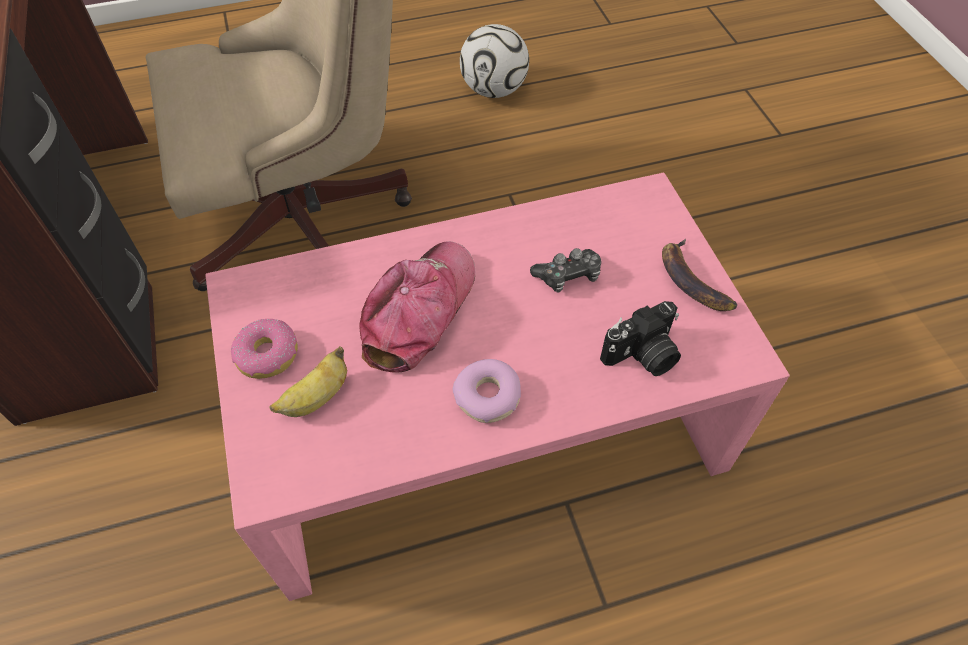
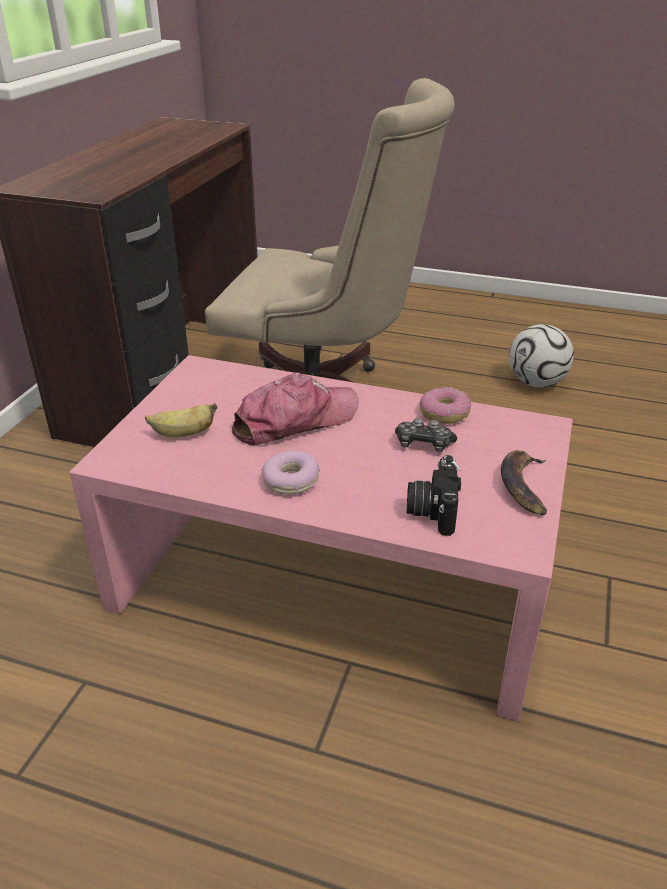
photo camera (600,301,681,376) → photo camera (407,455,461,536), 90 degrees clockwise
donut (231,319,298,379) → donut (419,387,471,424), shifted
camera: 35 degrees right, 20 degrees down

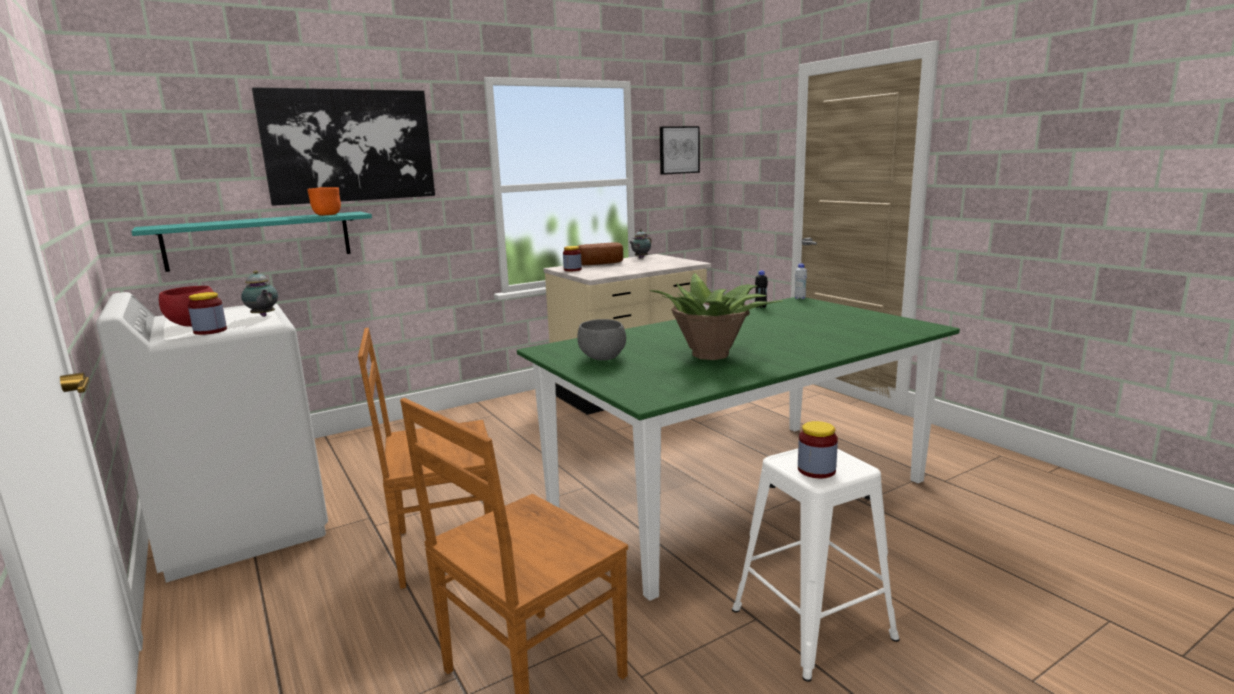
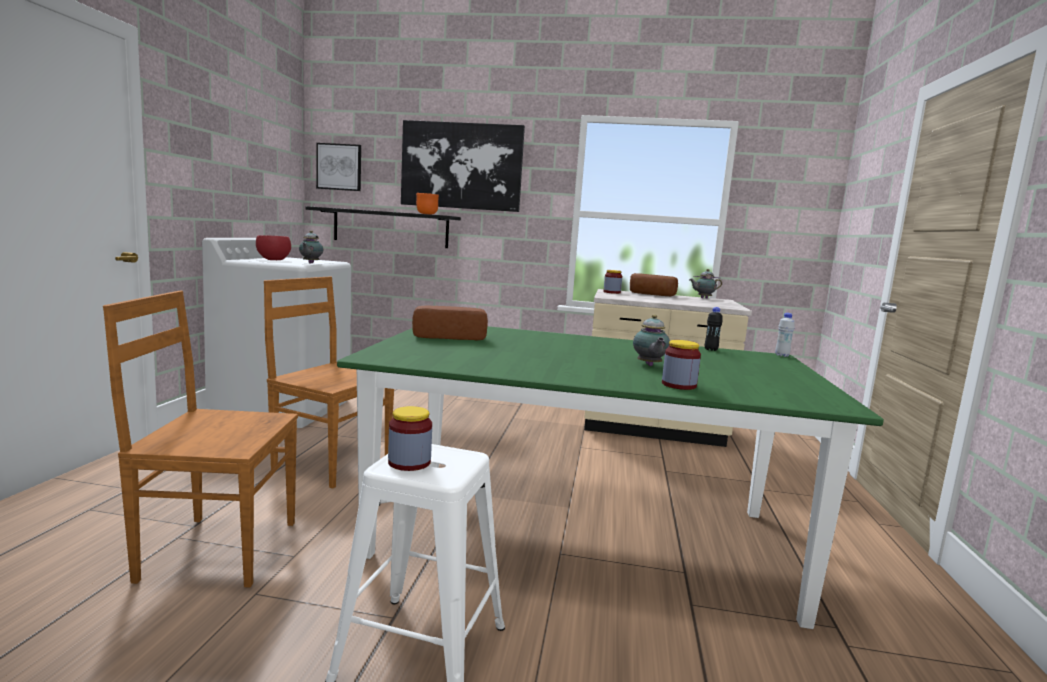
picture (660,126,700,175) → picture (316,143,361,191), shifted
shelf/turquoise (131,212,372,272) → shelf/black (305,206,461,248)
potted plant (650,273,783,360) → -
jar (188,292,227,335) → jar (662,340,701,390), shifted
bowl/grey (577,319,626,360) → bread (412,305,488,340)
- → teapot (633,315,670,366)
camera: 40 degrees right, 5 degrees down

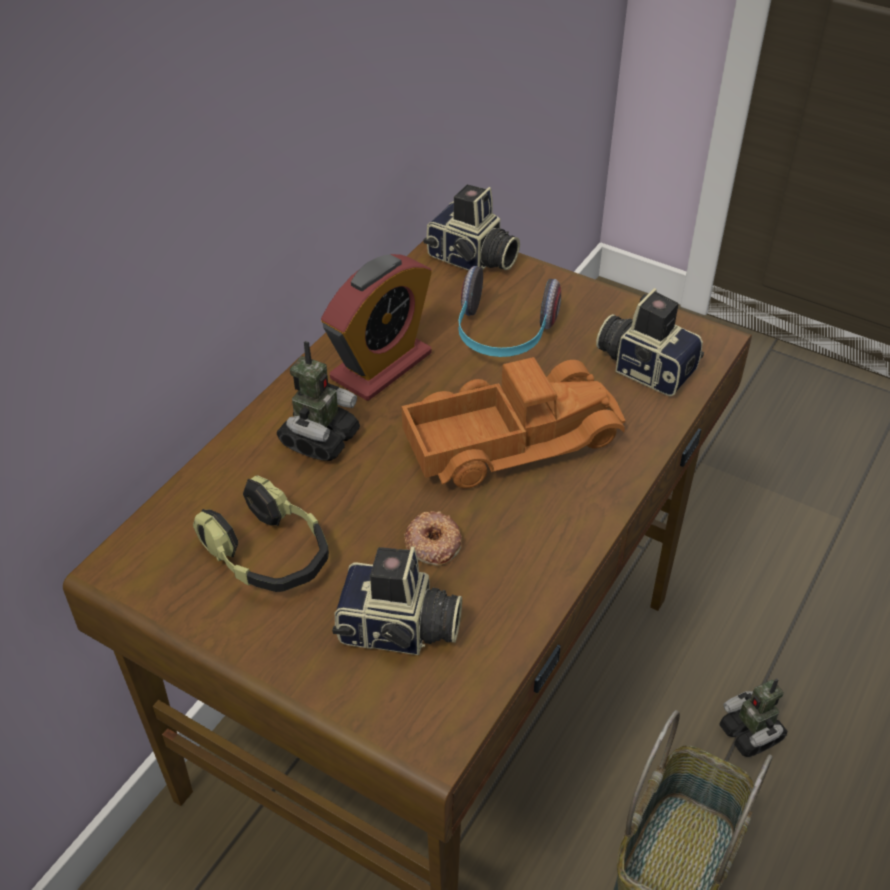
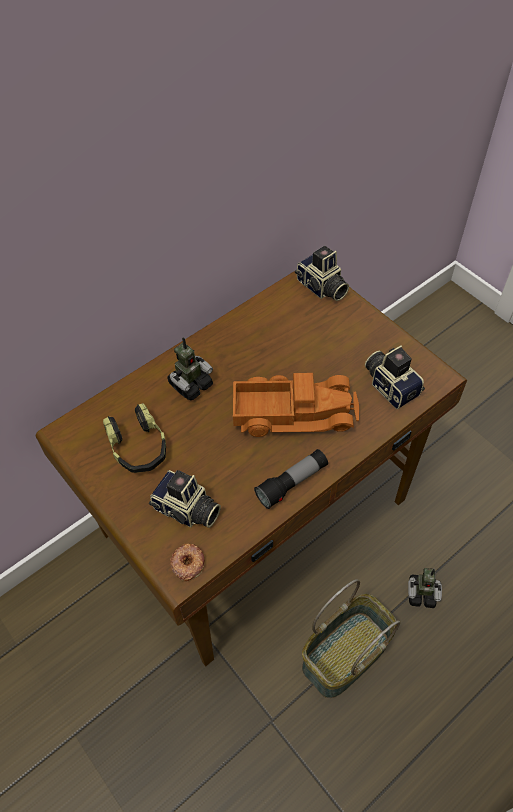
alarm clock (321,254,432,401) → -
headphones (458,266,561,357) → -
donut (404,511,462,566) → donut (170,543,205,581), shifted
toy robot (720,679,787,757) → toy robot (408,568,442,608), 75 degrees counterclockwise
- → flashlight (254,449,328,509)
camera: 20 degrees right, 10 degrees up

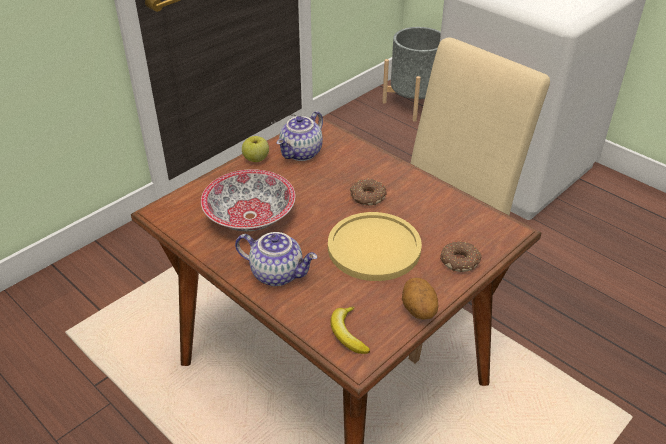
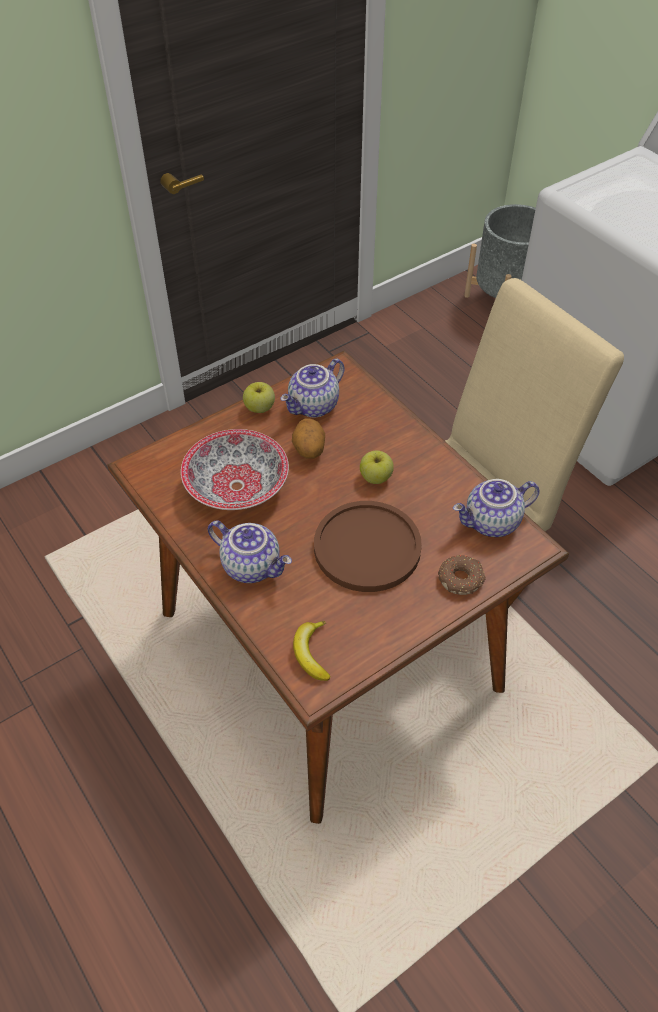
donut (350,178,387,206) → apple (360,451,394,484)
plate/yellow (328,212,422,281) → plate/brown (314,501,422,592)
potato (402,278,439,320) → potato (292,418,325,458), shifted
- → teapot (453,479,539,537)
camera: 10 degrees right, 10 degrees up

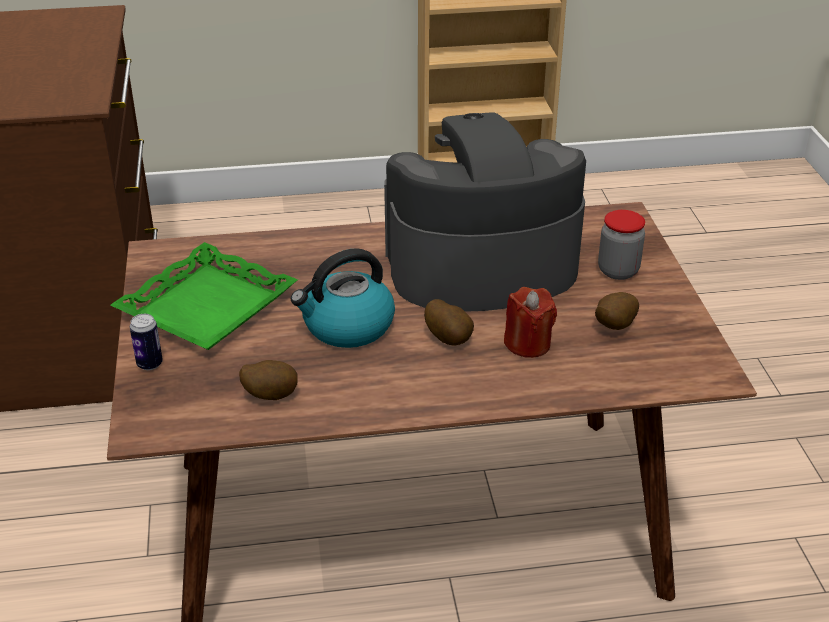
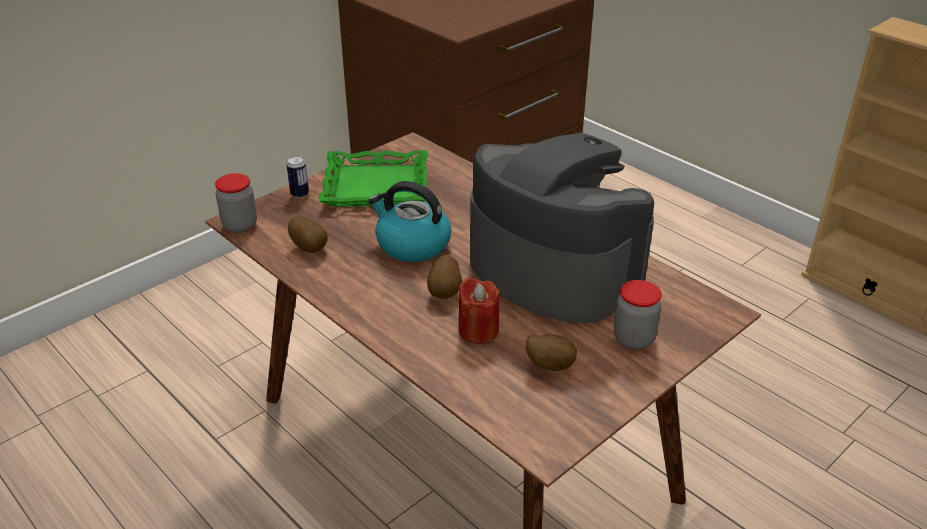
- → jar (215,173,257,233)
camera: 55 degrees right, 0 degrees up

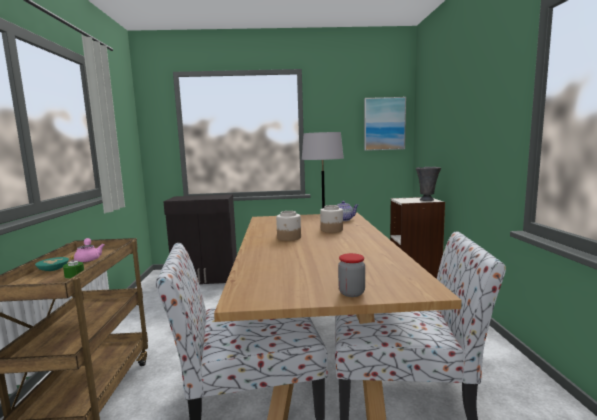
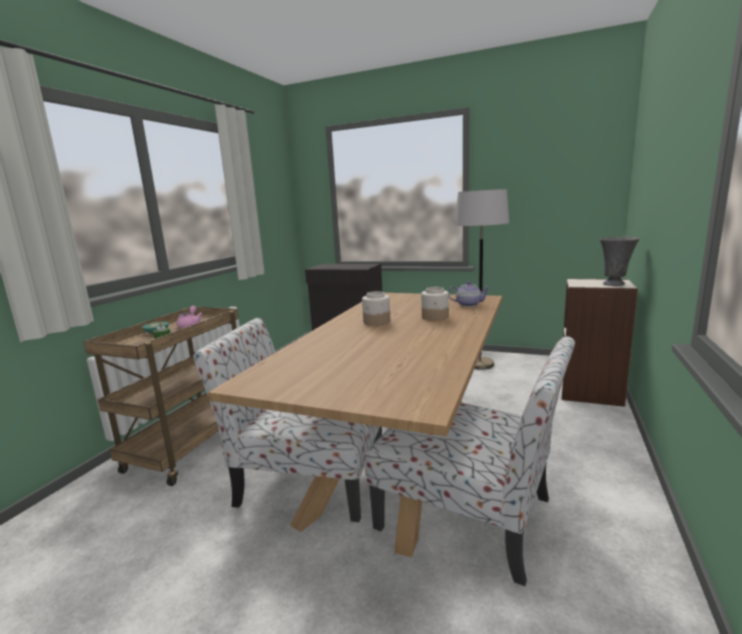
picture (364,97,406,151) → -
jar (338,253,365,297) → -
camera: 25 degrees right, 5 degrees up

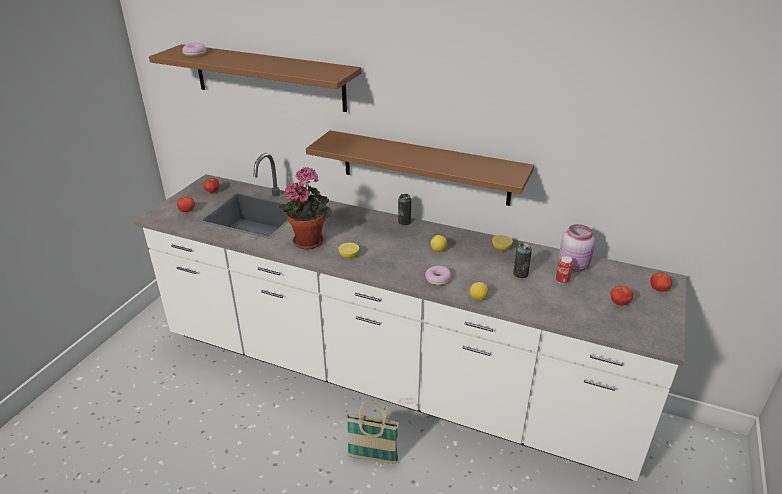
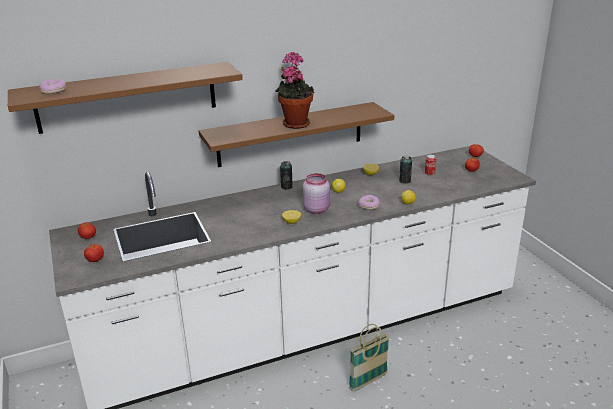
potted plant (279,167,332,250) → potted plant (276,52,314,129), shifted
jar/pink (559,224,595,271) → jar/pink (303,173,330,214), shifted
camera: 45 degrees left, 5 degrees down

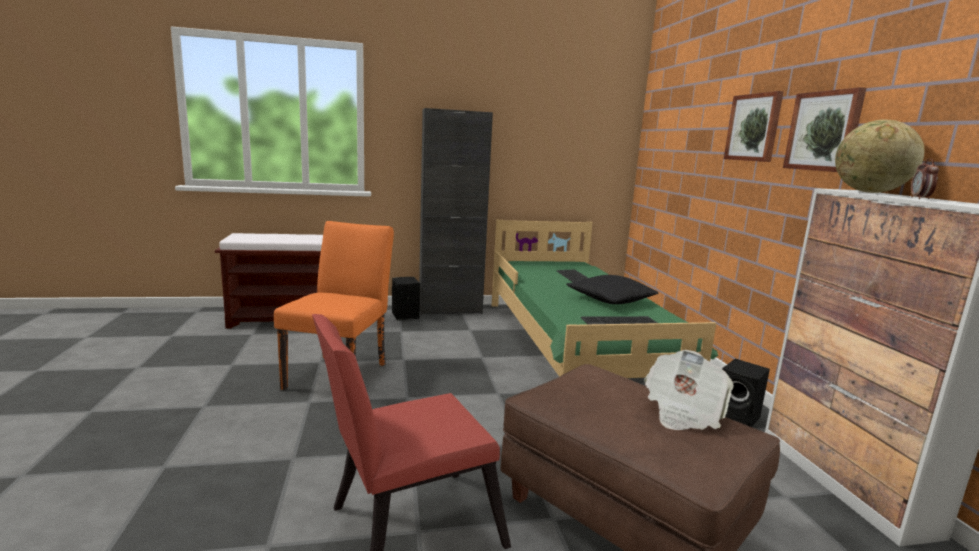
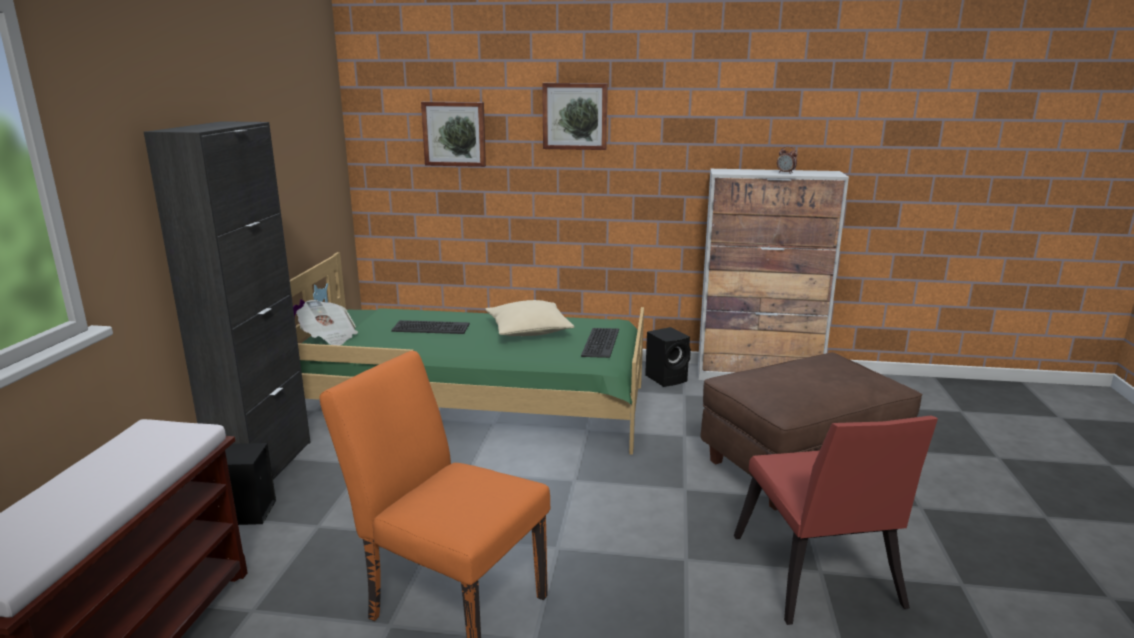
picture (783,87,866,172) → picture (421,102,486,167), shifted
globe (835,119,924,193) → -
pillow/black (567,275,659,304) → pillow/beige (485,300,574,336)
newspaper (644,350,734,430) → newspaper (296,300,358,345), shifted
camera: 70 degrees left, 5 degrees up

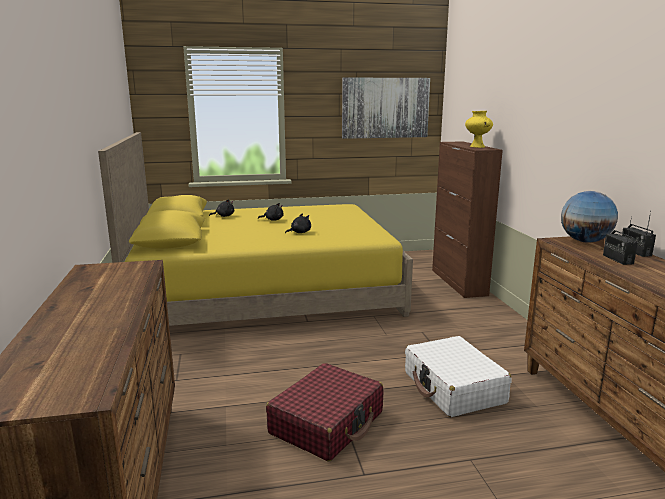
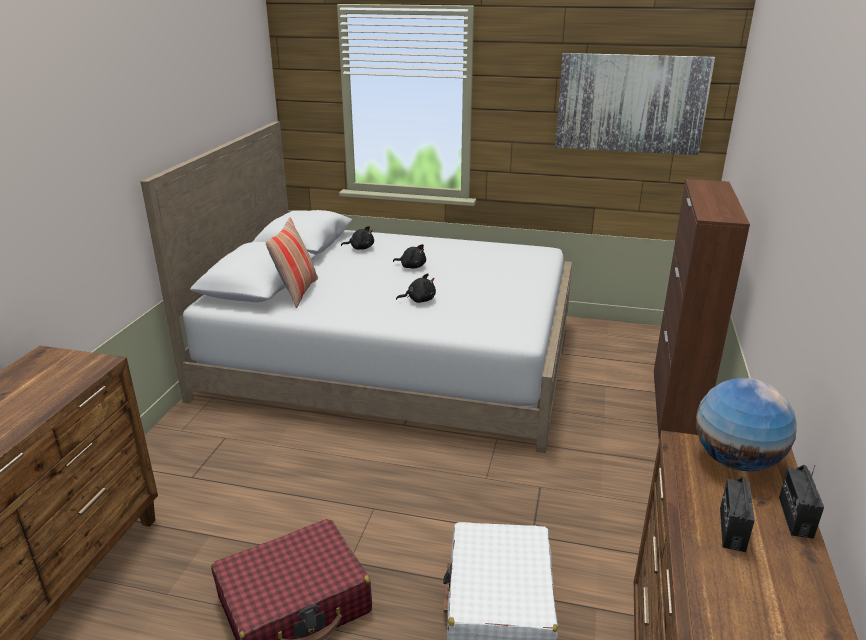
vase/yellow (465,111,493,148) → -
bed/yellow (98,132,413,326) → bed/white (140,121,572,453)
- → pillow (266,218,318,308)
camera: 25 degrees right, 10 degrees up

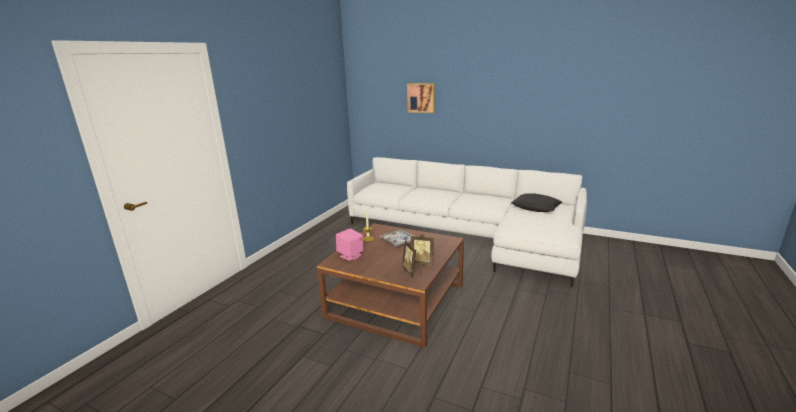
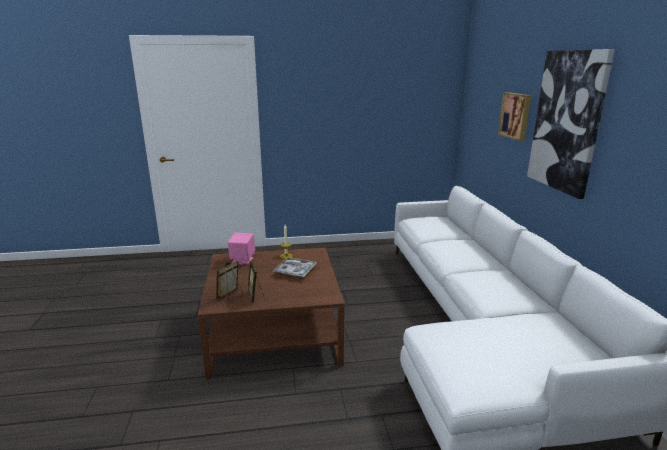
pillow/black (511,193,562,212) → -
- → picture (527,49,615,199)
camera: 55 degrees right, 0 degrees up

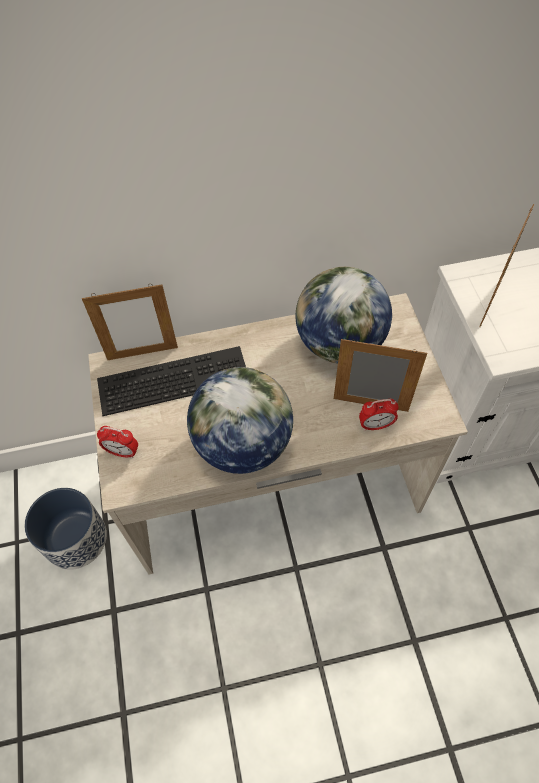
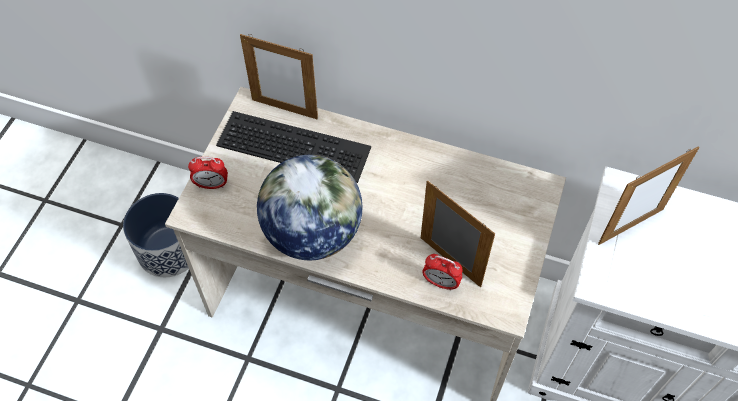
globe (295,267,392,364) → -
alarm clock (97,426,138,458) → alarm clock (188,157,228,189), 45 degrees counterclockwise
camera: 30 degrees right, 0 degrees up

